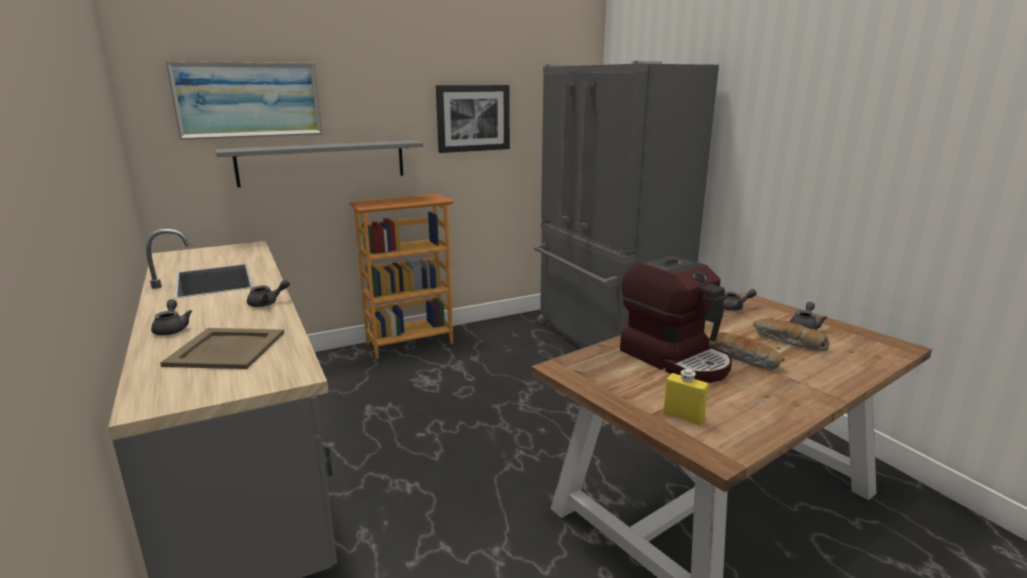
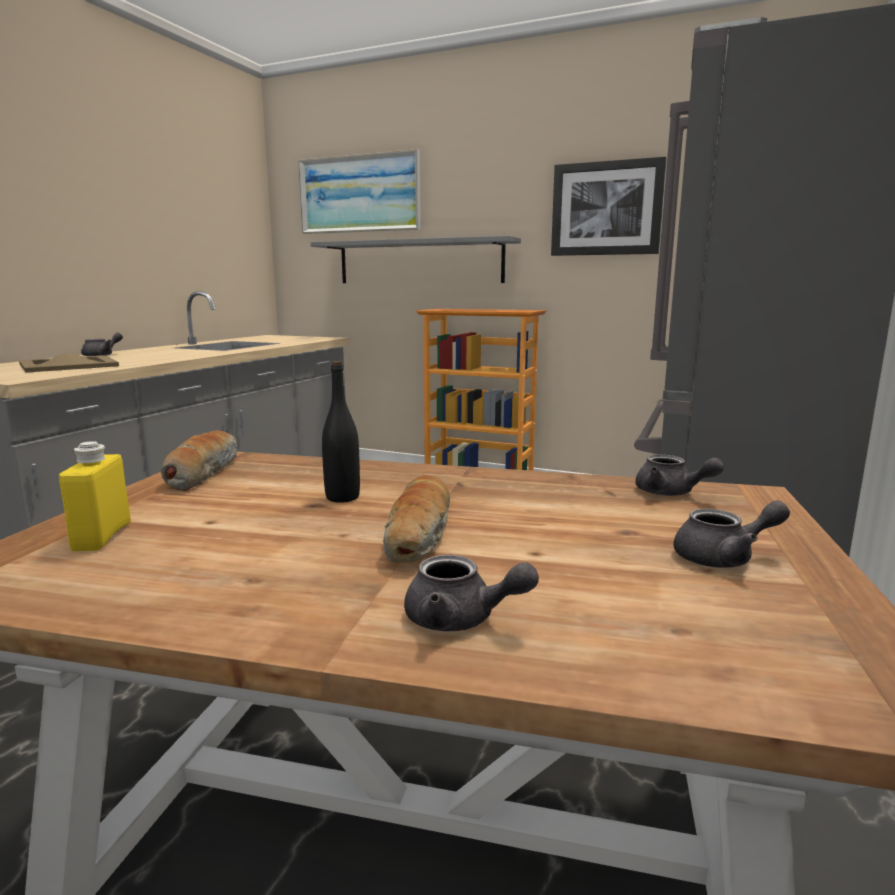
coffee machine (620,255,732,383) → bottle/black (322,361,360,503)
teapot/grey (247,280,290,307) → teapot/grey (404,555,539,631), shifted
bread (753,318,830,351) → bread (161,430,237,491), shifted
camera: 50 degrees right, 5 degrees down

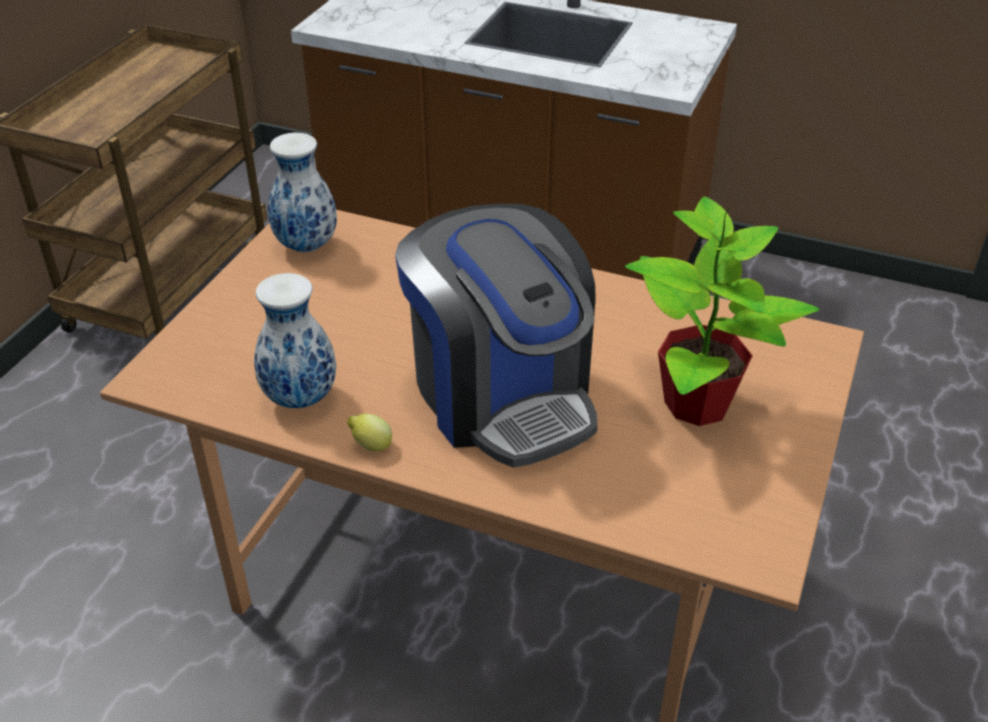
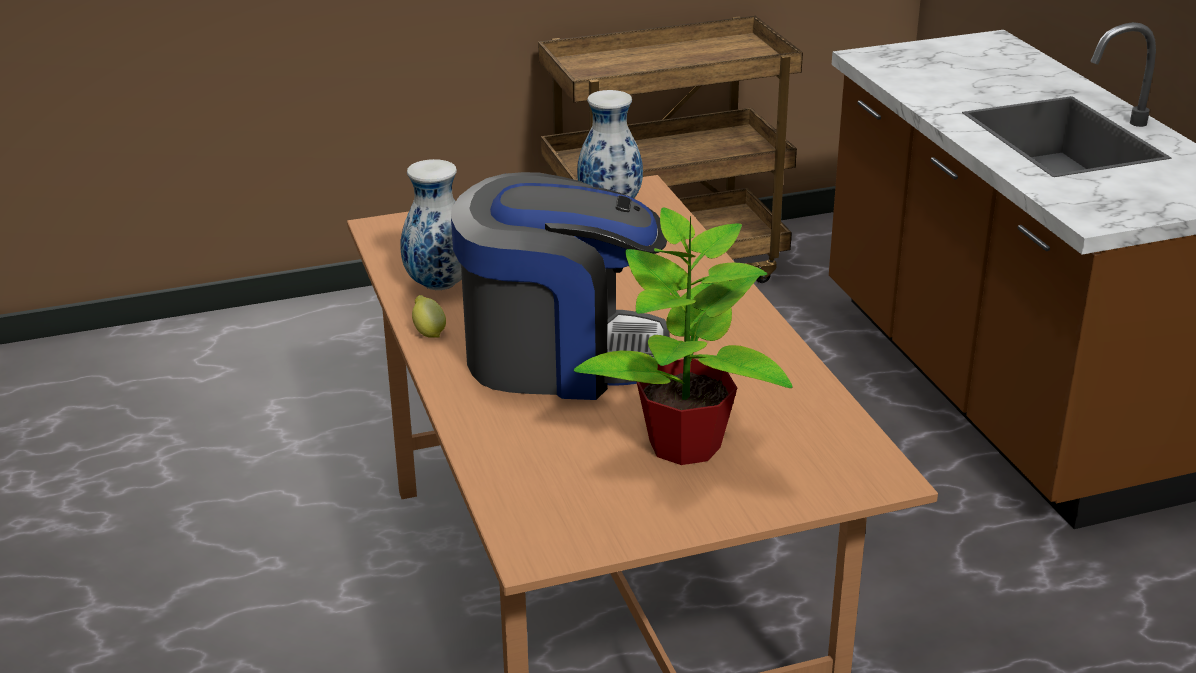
coffee machine (395,204,598,468) → coffee machine (451,172,669,400), 105 degrees counterclockwise
camera: 50 degrees right, 10 degrees down

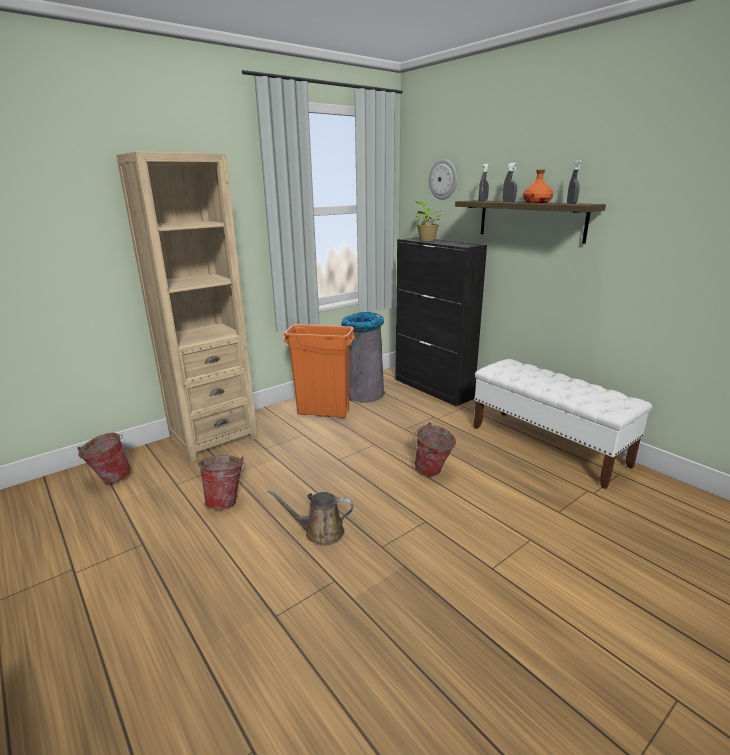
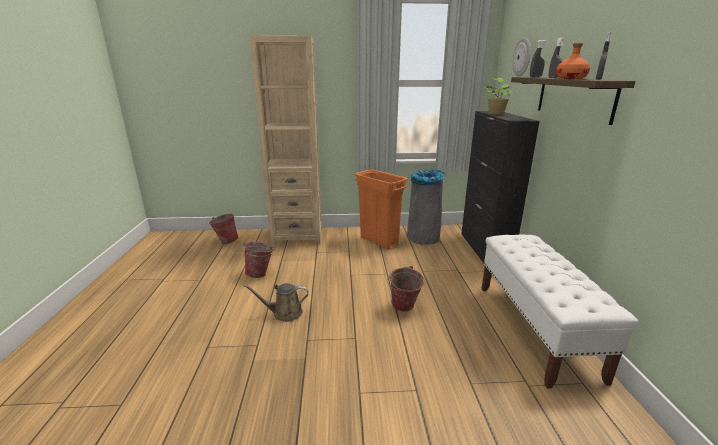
watering can/brown (267,489,353,546) → watering can/brown (243,283,309,322), 45 degrees counterclockwise
camera: 35 degrees right, 0 degrees up

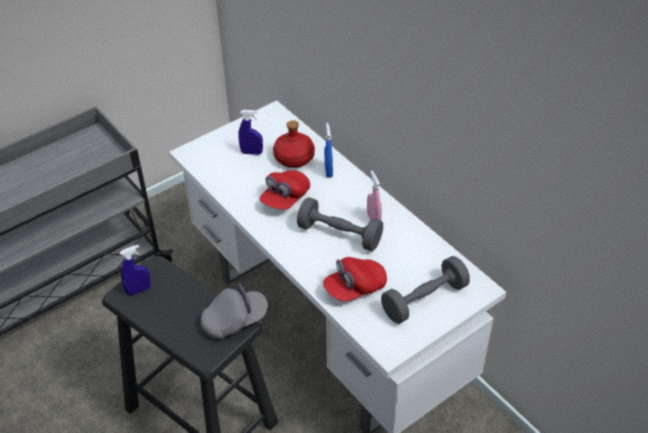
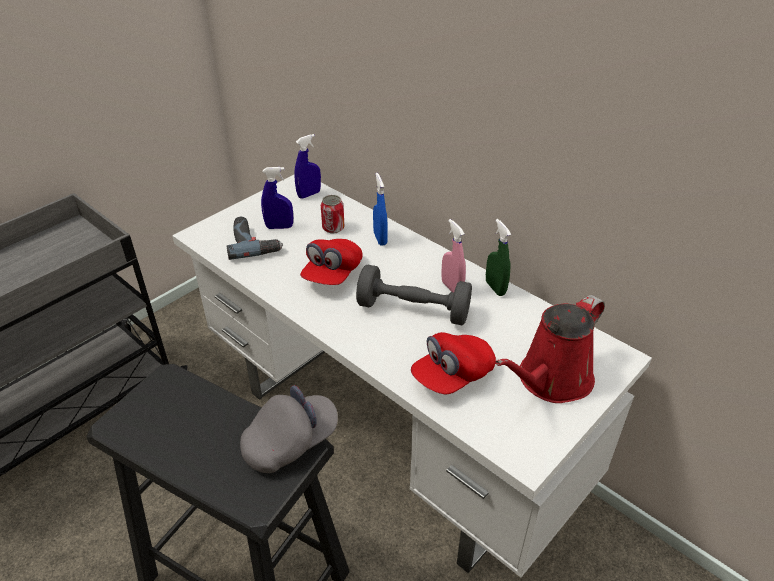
bottle/red (273,120,315,168) → can (321,195,344,234)
spray bottle/blue (120,245,151,296) → spray bottle/blue (294,134,321,199), shifted
dumbbell/grey (381,256,470,324) → watering can/red (495,295,605,403)
- → power drill (227,217,283,260)
- → spray bottle/green (486,219,511,296)
camera: 10 degrees left, 5 degrees down

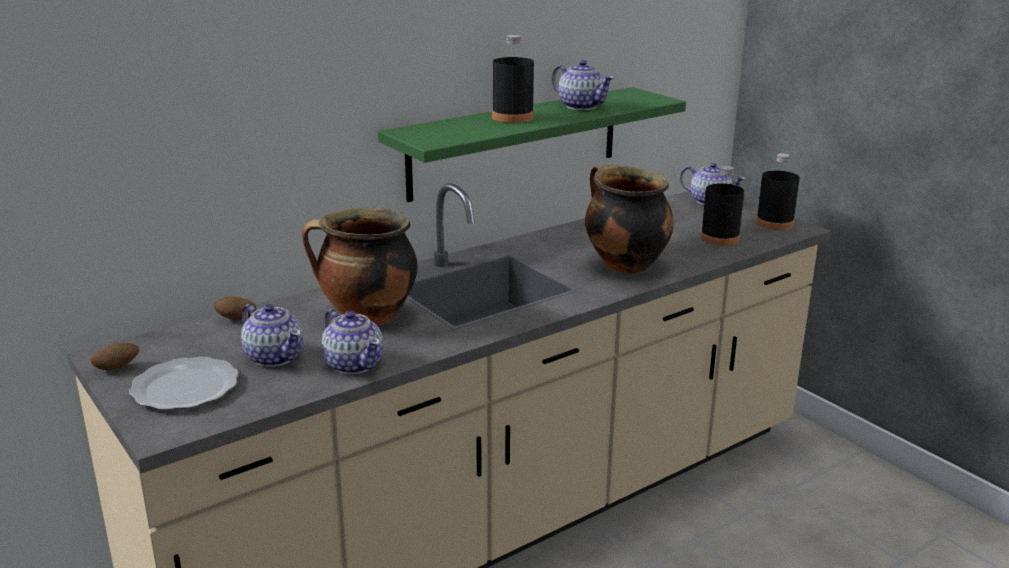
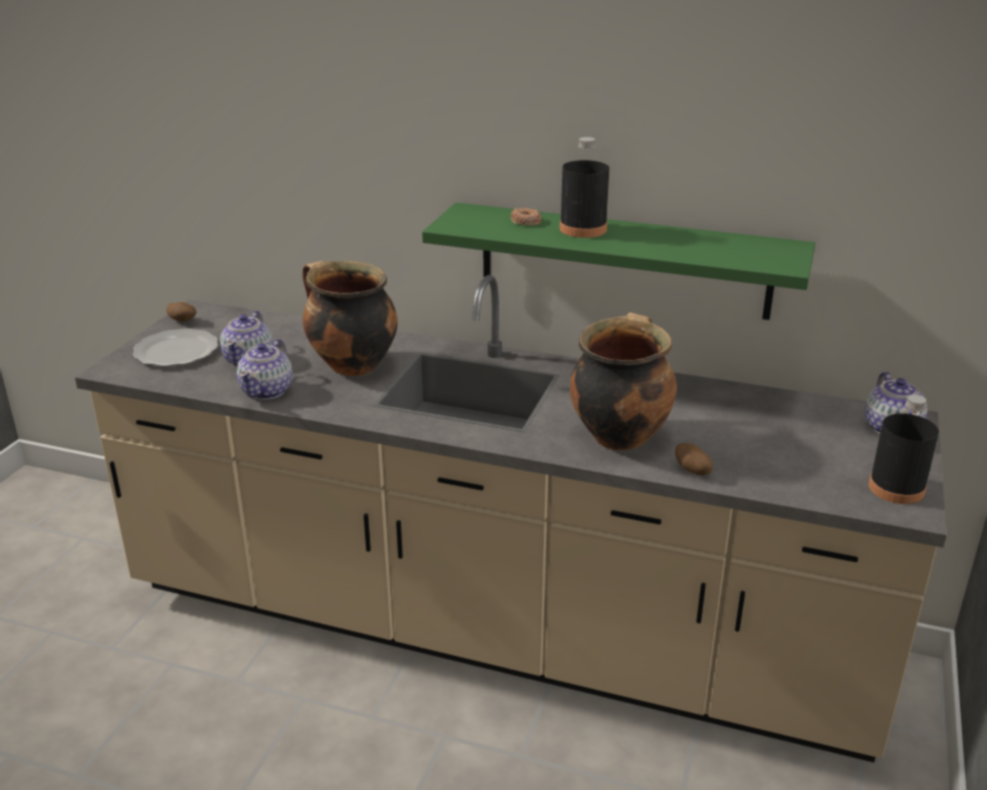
teapot (552,60,614,110) → -
bottle/black (700,166,744,246) → -
potato (214,296,256,320) → potato (675,443,713,476), shifted
- → donut (511,208,542,225)
camera: 55 degrees right, 5 degrees up

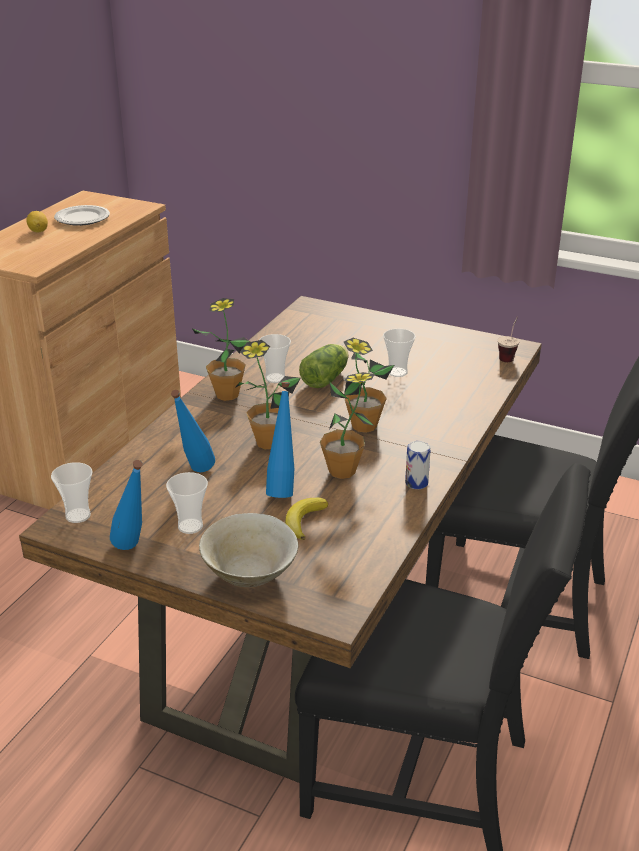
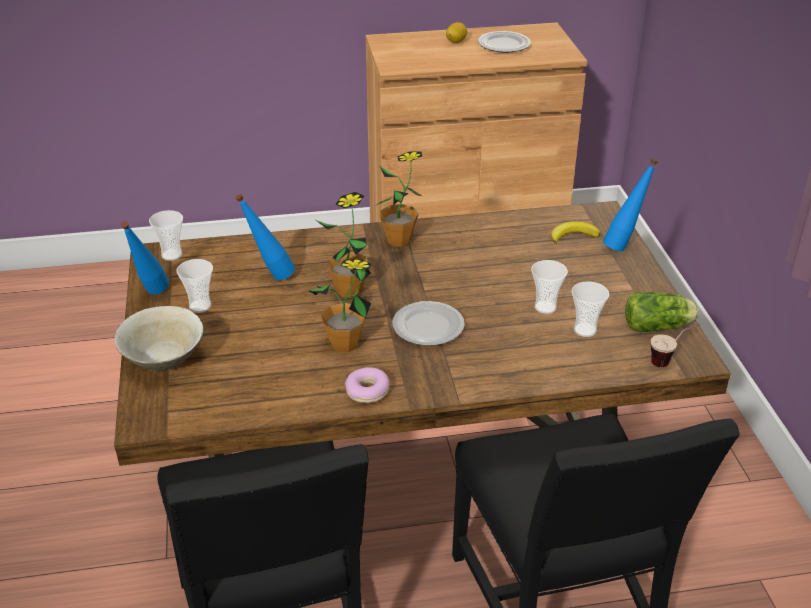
cup (259,334,291,383) → cup (572,282,609,337), shifted
potted plant (344,338,394,433) → plate (392,301,465,346)
lettuce (299,344,349,388) → lettuce (625,292,699,332), shifted
bottle/blue (266,382,294,498) → bottle/blue (603,158,658,251), shifted
can (405,441,431,489) → donut (345,367,390,403)
banana (285,498,328,540) → banana (551,221,600,244), shifted
camera: 55 degrees right, 5 degrees up

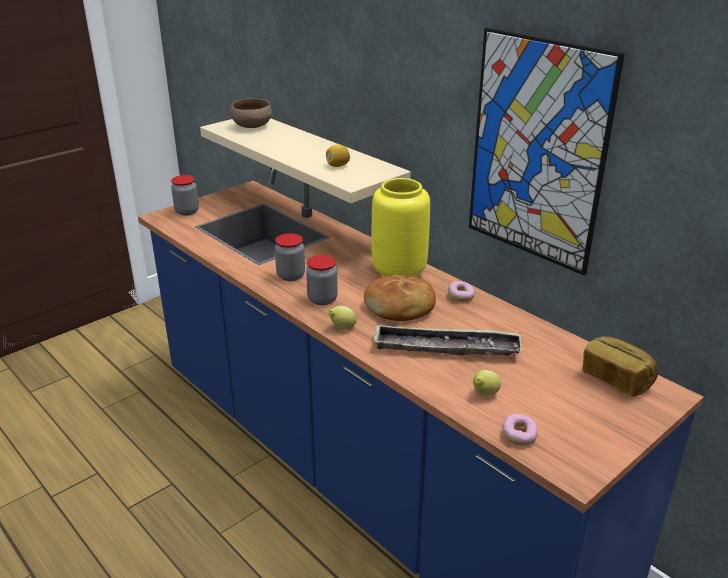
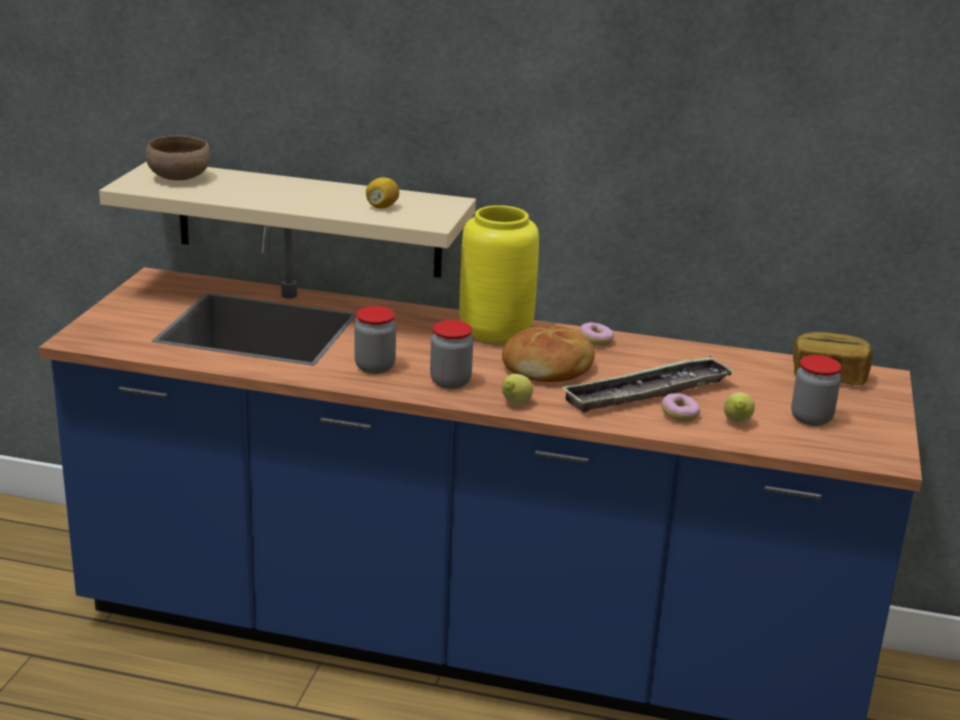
picture (469,27,625,275) → -
jar (171,175,199,216) → jar (791,355,841,426), shifted
donut (502,414,538,446) → donut (661,393,700,422), shifted
camera: 35 degrees left, 5 degrees down

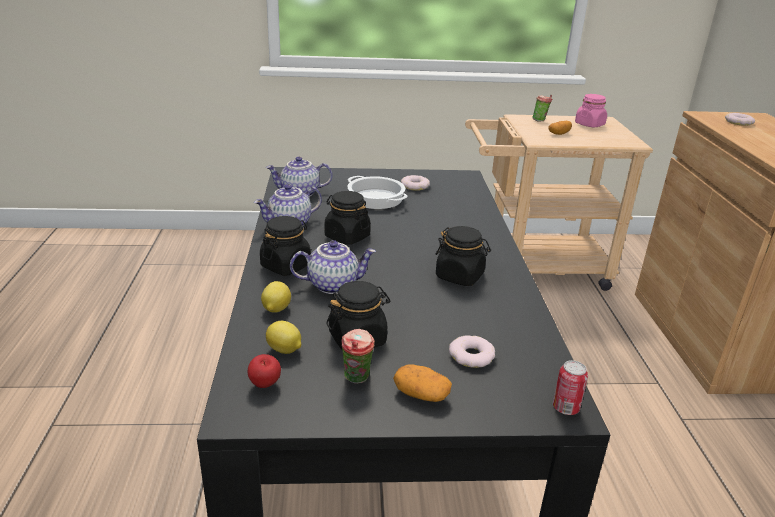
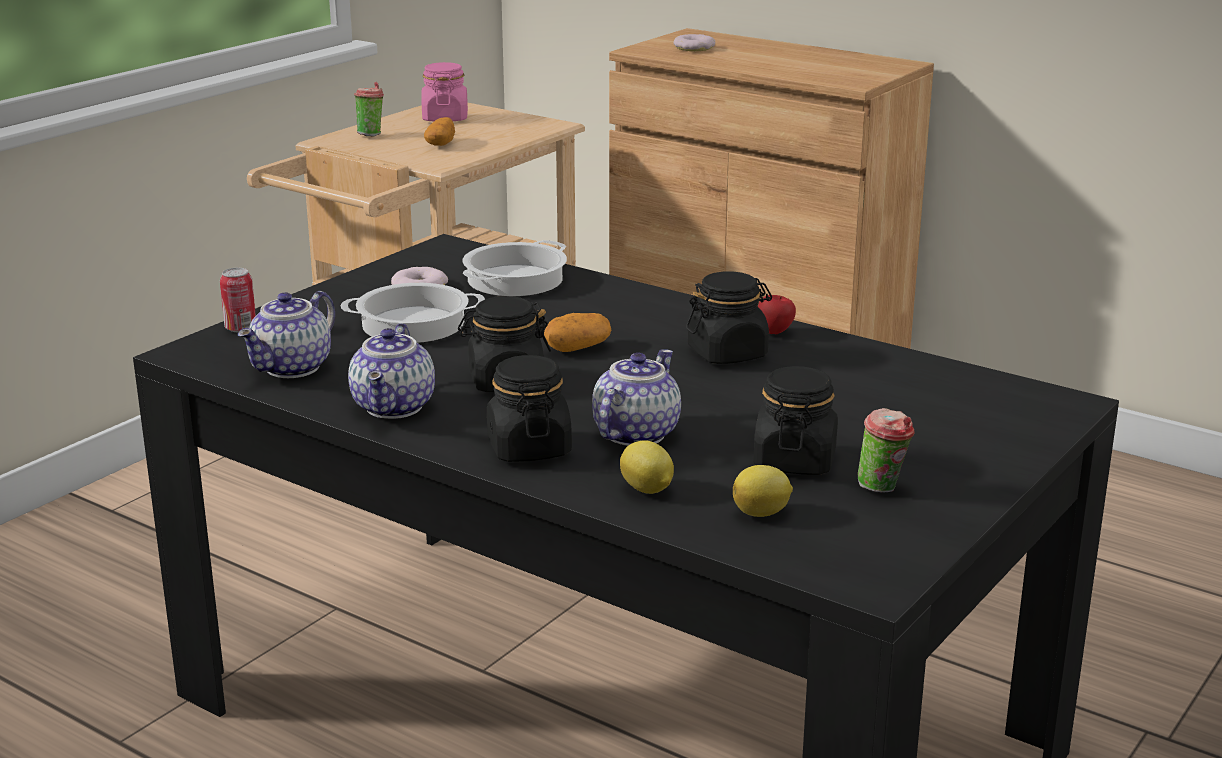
donut (449,336,495,368) → -
apple (248,354,281,388) → apple (758,295,796,334), shifted
can (553,360,588,415) → can (220,268,256,332), shifted
potato (393,364,452,402) → potato (544,313,611,352), shifted
- → cooking pot (462,240,567,296)
camera: 50 degrees left, 5 degrees down

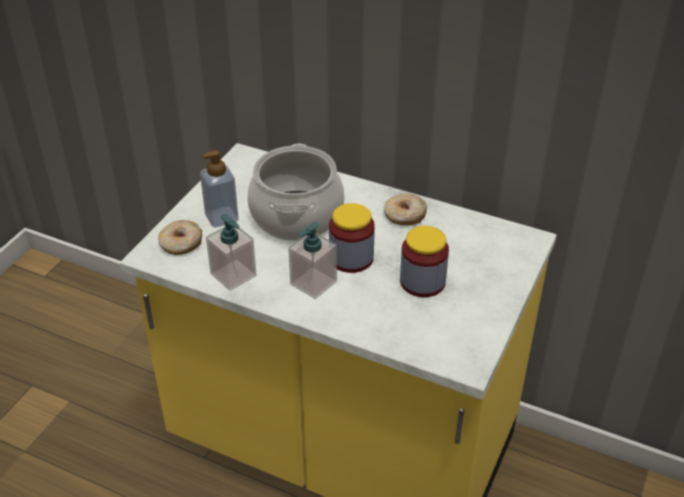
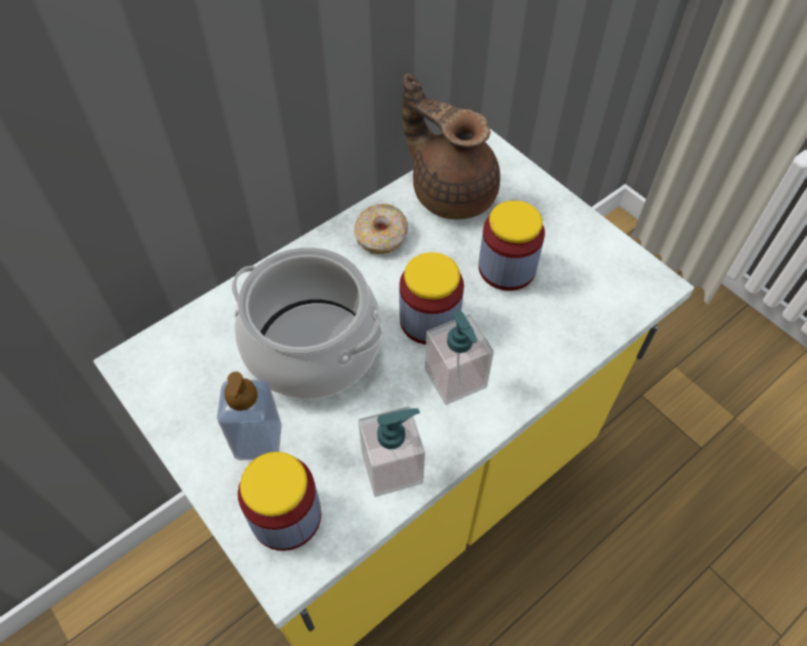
donut (158,220,202,255) → jar (238,452,321,551)
- → teapot/brown (402,73,500,219)
camera: 65 degrees left, 15 degrees up

